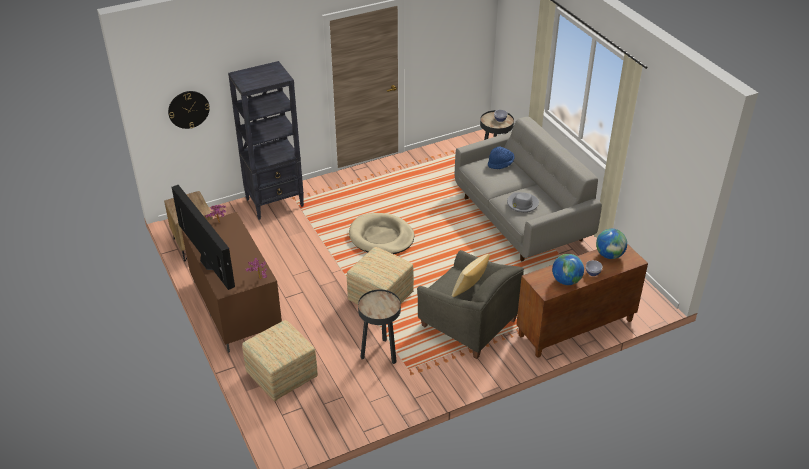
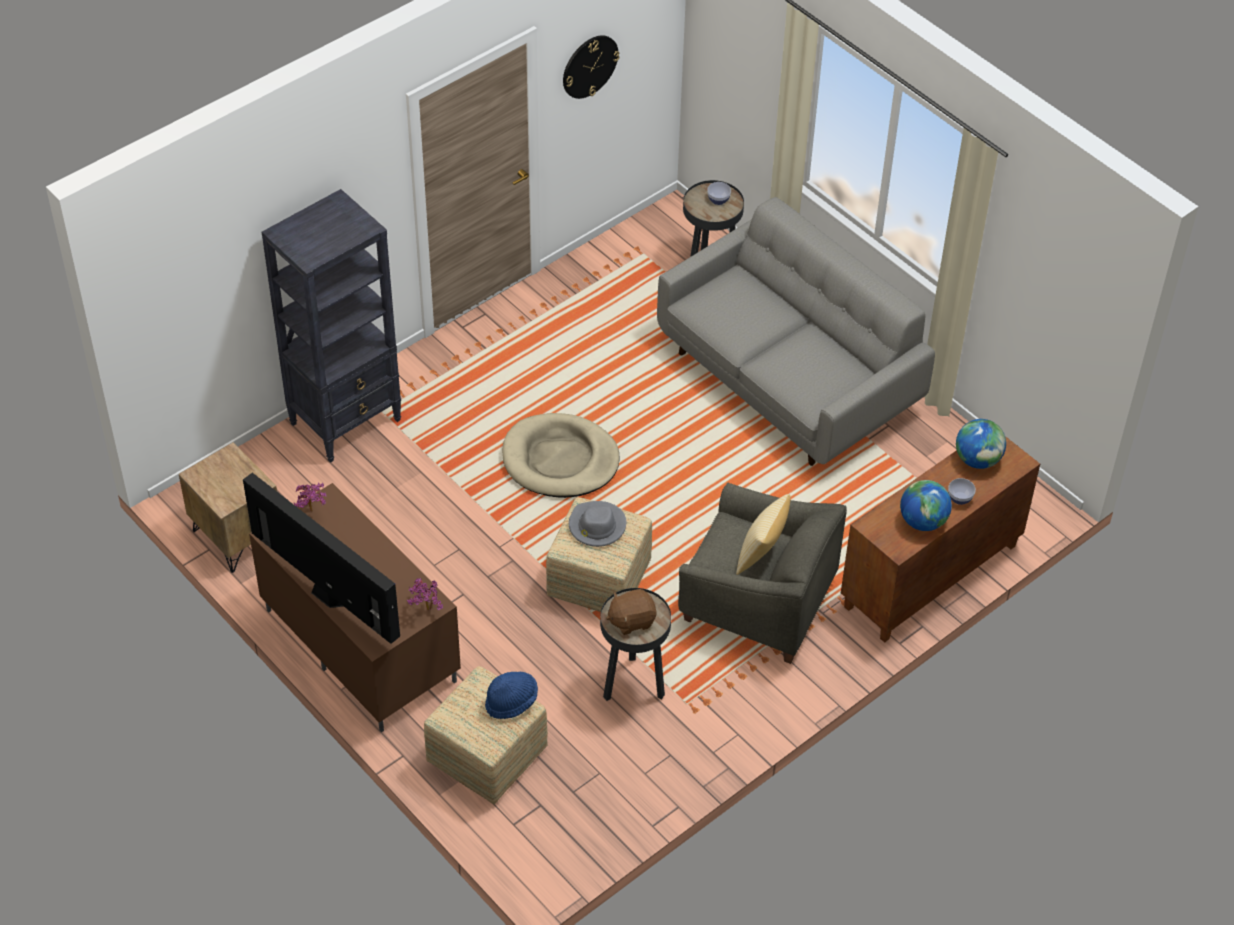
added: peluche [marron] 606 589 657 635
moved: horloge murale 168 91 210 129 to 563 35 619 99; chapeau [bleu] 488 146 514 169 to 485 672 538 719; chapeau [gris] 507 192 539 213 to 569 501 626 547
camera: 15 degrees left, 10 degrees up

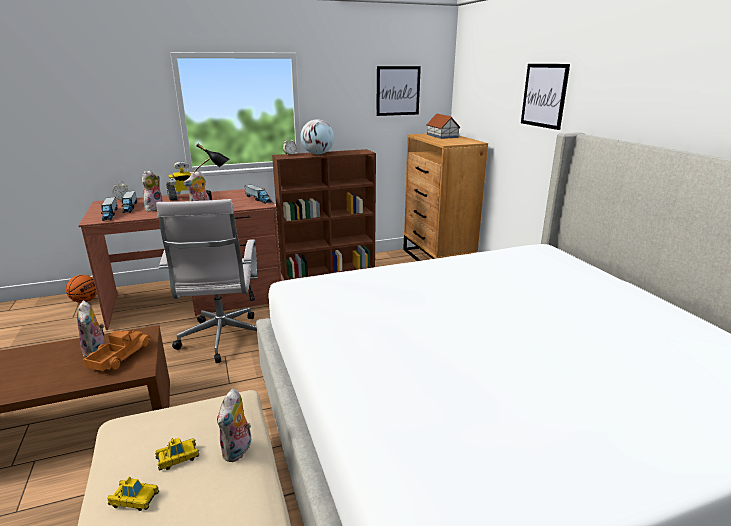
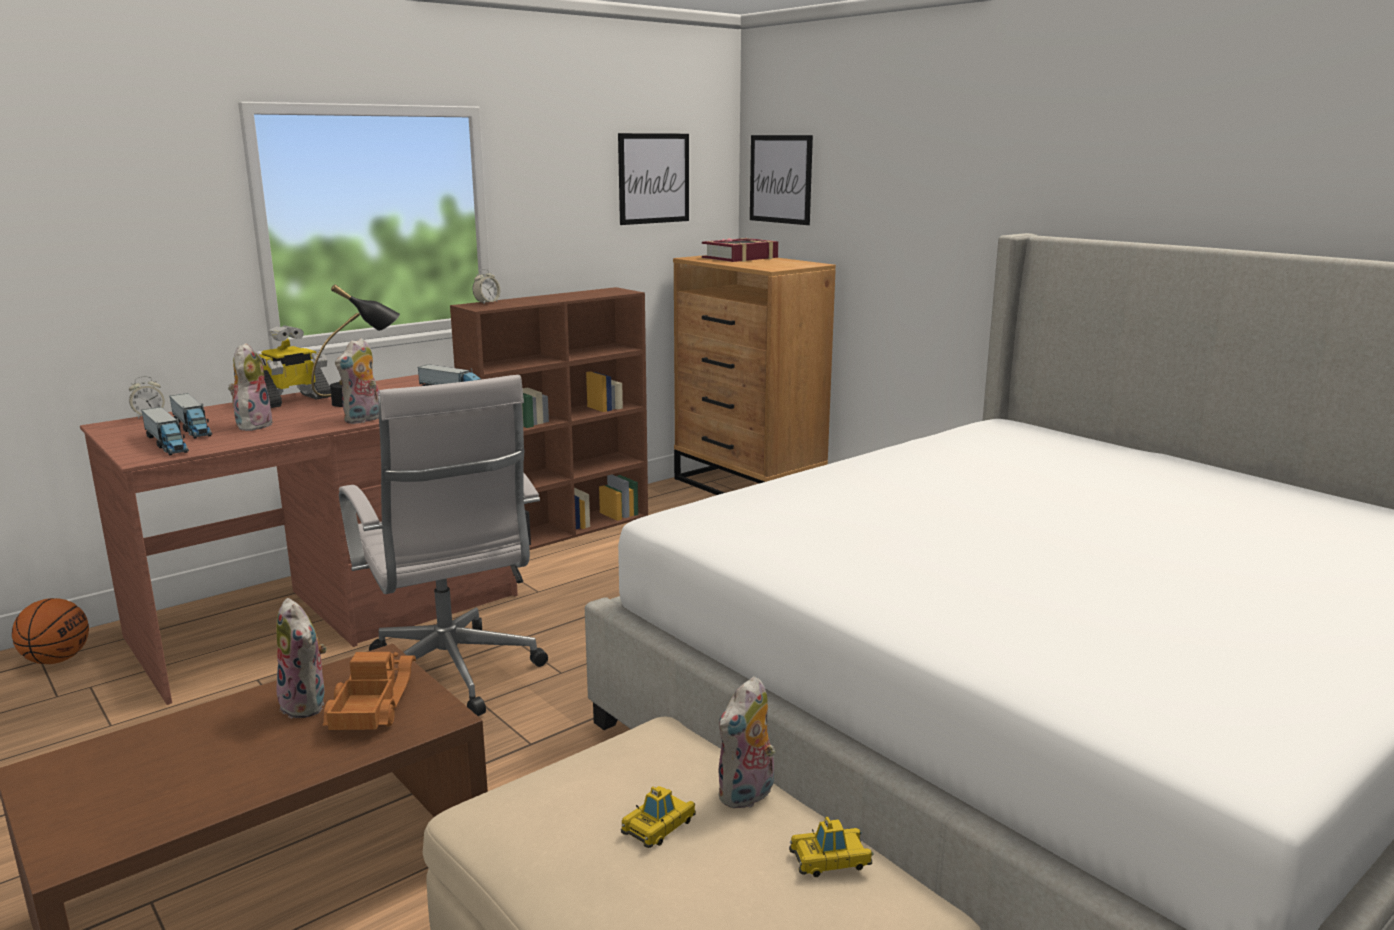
removed: globe 300 119 334 155
moved: petite voiture 107 477 159 511 to 789 817 873 877; tableau 521 64 570 130 to 750 135 813 225
replaced: maison miniature 426 114 460 139 to livre 702 238 779 262
turned: peluche 217 389 251 462 = 719 676 775 808 45 degrees clockwise
camera: 20 degrees left, 5 degrees down

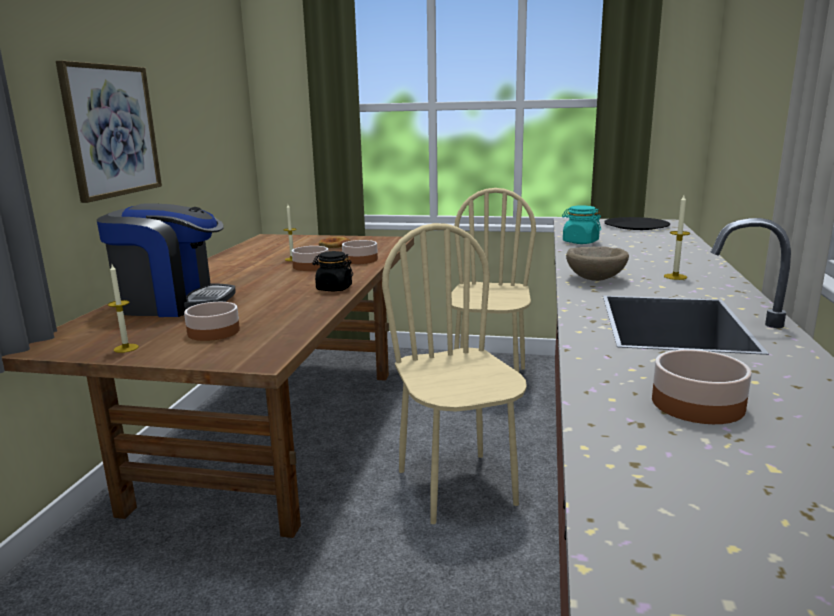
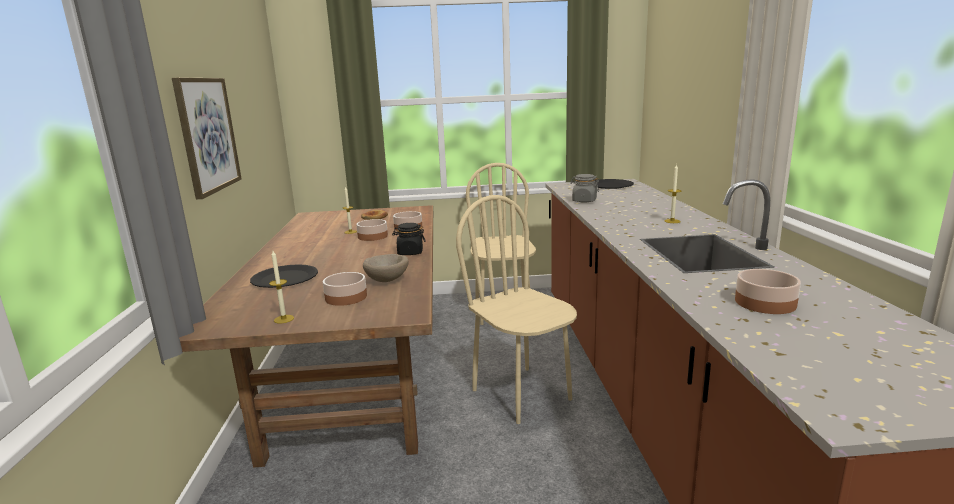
moved: bol [beige] 566 246 629 281 to 363 254 408 282
replaced: machine à café 97 204 236 317 to assiette [noir] 250 264 318 288
recoloured: bocal [turquoise] 562 205 601 244 to bocal [gris] 570 174 599 203
camera: 15 degrees left, 0 degrees up

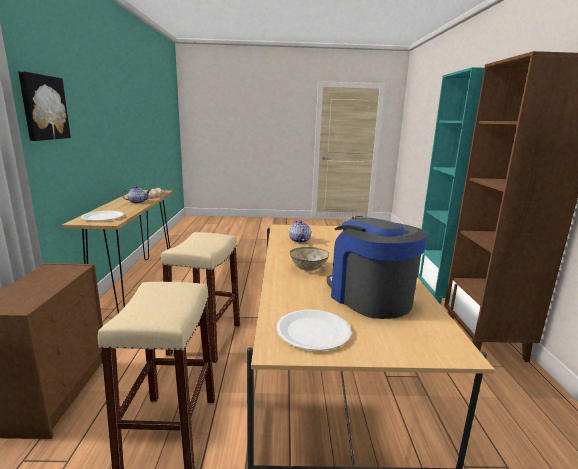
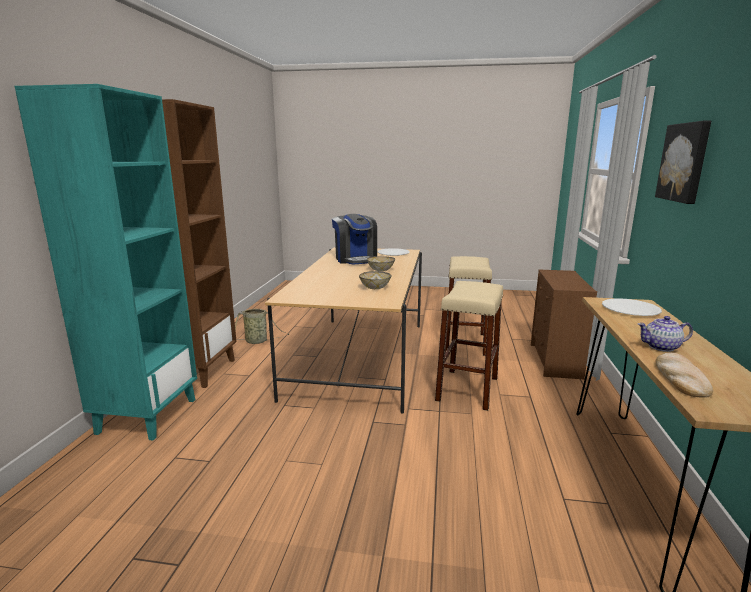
added: panier 235 309 289 344
replaced: théière 289 220 311 243 to bol 359 271 391 289
camera: 170 degrees left, 0 degrees up

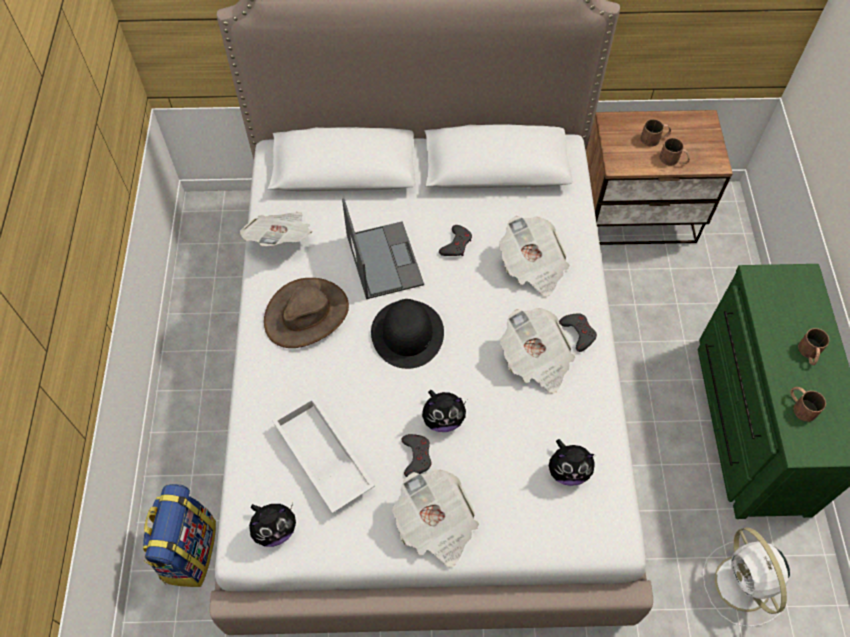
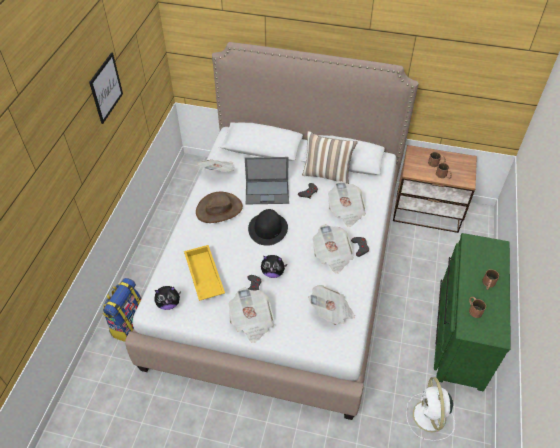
added: tableau 89 52 123 124; coussin 302 131 358 184
replaced: peluche 549 439 595 486 to journal 308 285 355 325
recoloured: plateau [blanc] 272 396 375 513 to plateau [jaune] 184 245 225 301
turned: ordinateur portable 342 198 424 299 = 245 157 289 204 90 degrees clockwise
camera: 15 degrees right, 10 degrees down

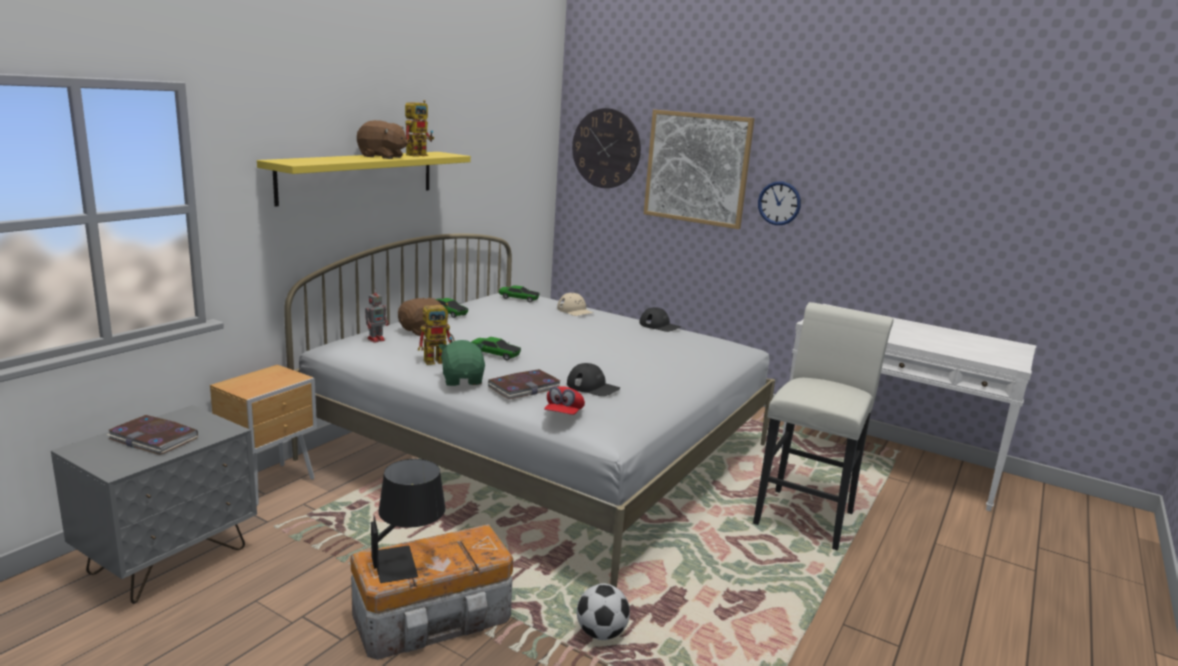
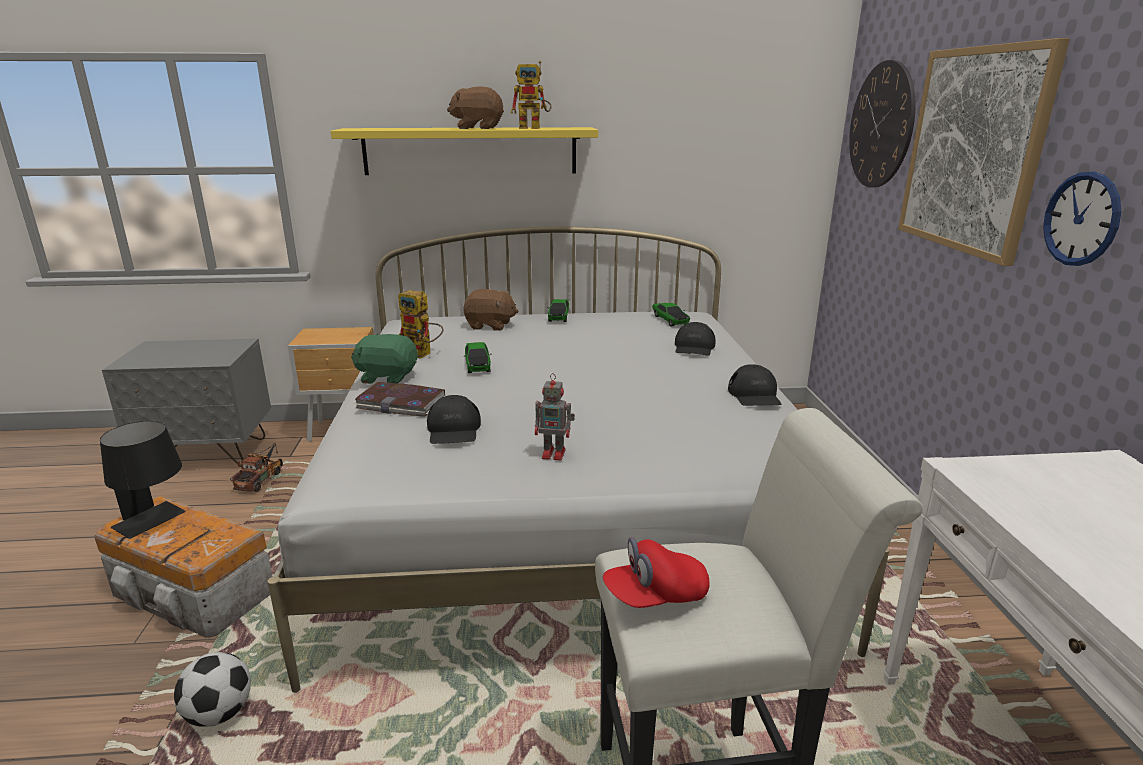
removed: livre 106 415 198 455
added: camion jouet 230 443 283 492
moved: robot jouet 365 289 388 343 to 535 373 575 461; casquette [rouge] 544 386 585 415 to 603 537 710 608
recoloured: casquette [beige] 557 293 593 316 to casquette [noir] 675 322 716 356
turned: peluche [marron] 357 120 408 159 = 447 86 504 129 120 degrees clockwise; peluche [vert] 439 340 485 386 = 351 333 418 384 120 degrees counterclockwise
camera: 55 degrees right, 5 degrees up

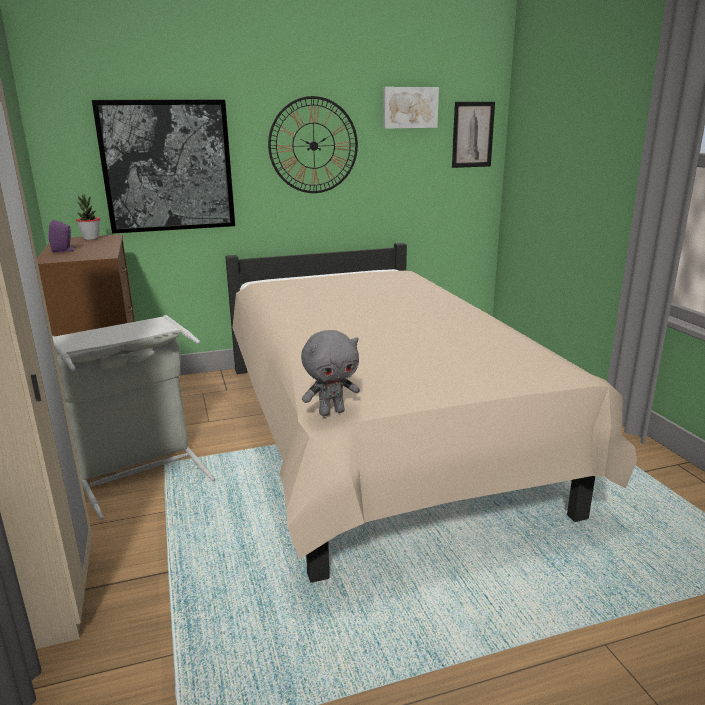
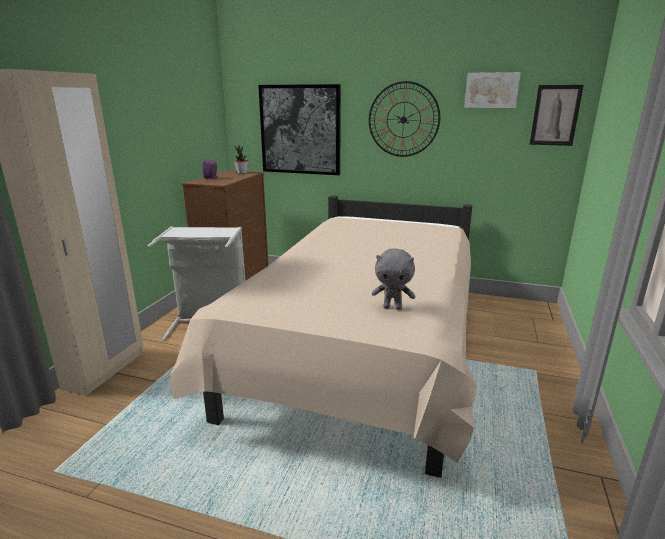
moved: peluche [gris] 301 330 360 416 to 372 248 415 310
camera: 35 degrees right, 0 degrees up

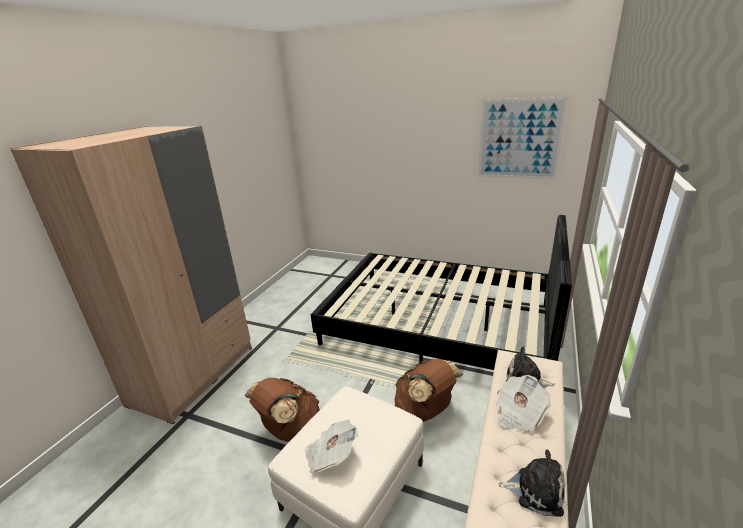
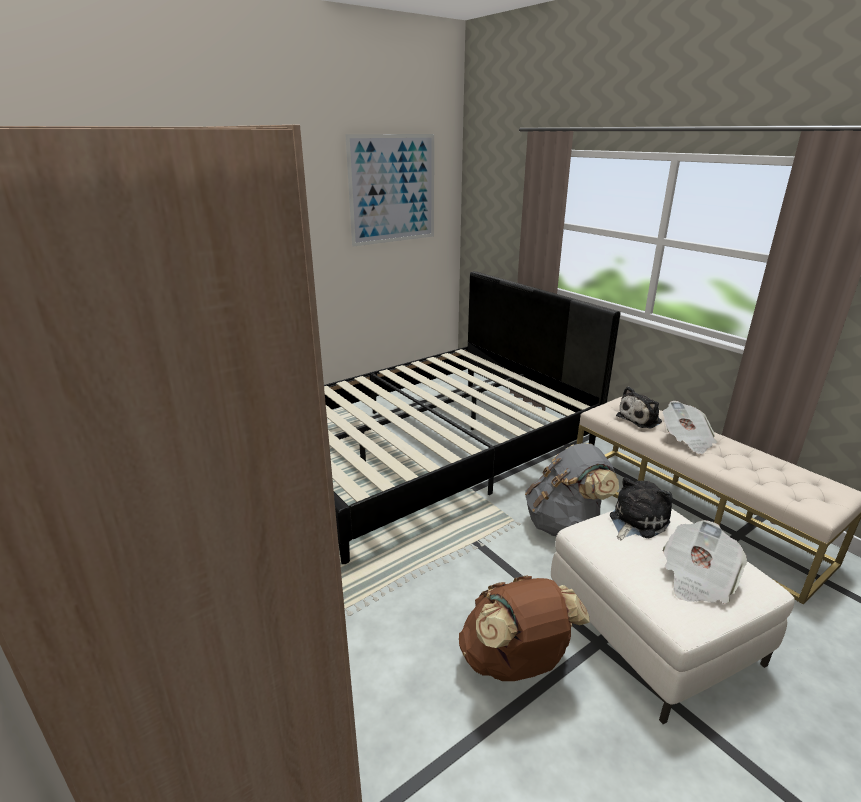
moved: peluche 498 449 565 517 to 610 477 673 541
recoloured: sac à dos [marron] 395 359 463 422 to sac à dos [gris] 525 443 619 536
camera: 60 degrees left, 0 degrees up

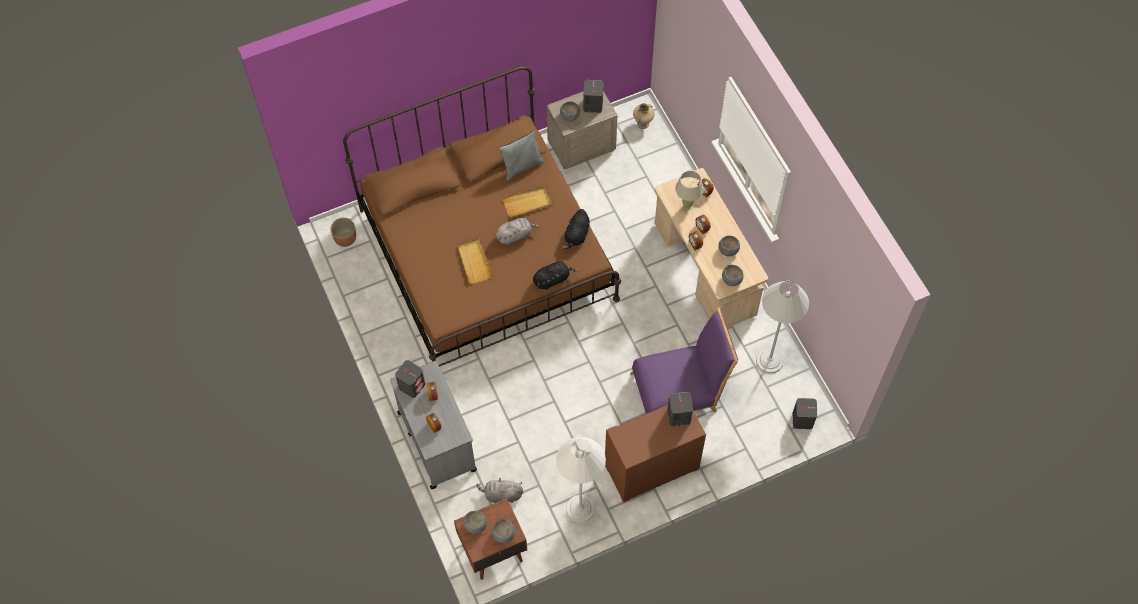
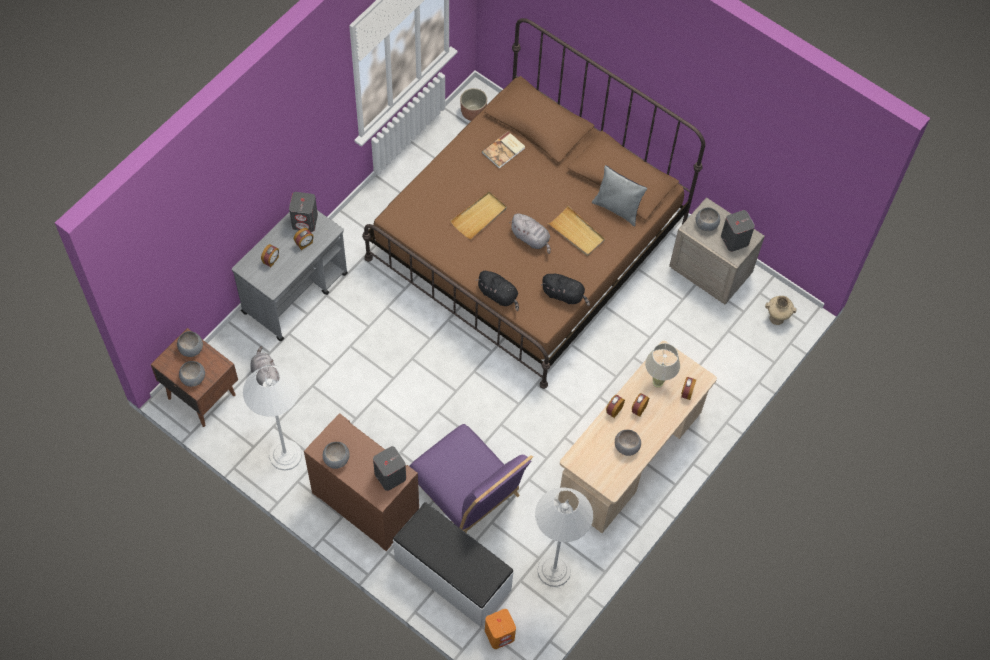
added: banc [blanc] 393 502 514 627; livre 482 131 525 169
moved: bol [gris] 722 265 744 286 to 323 442 350 469
recoloured: enceinte [gris] 792 398 817 429 to enceinte [orange] 485 609 516 649
turned: peluche [noir] 562 209 590 249 = 541 274 590 306 150 degrees counterclockwise
camera: 60 degrees right, 0 degrees up

